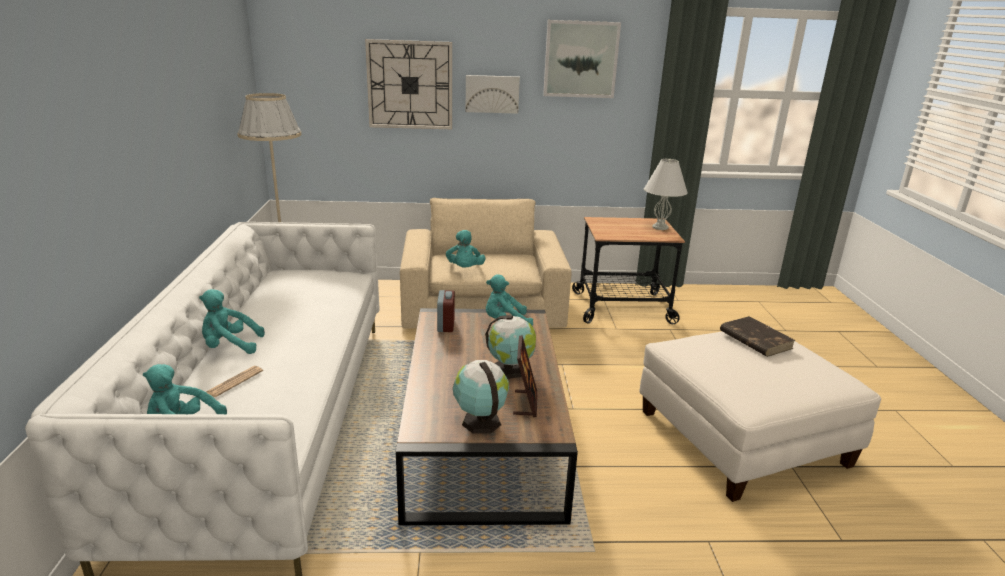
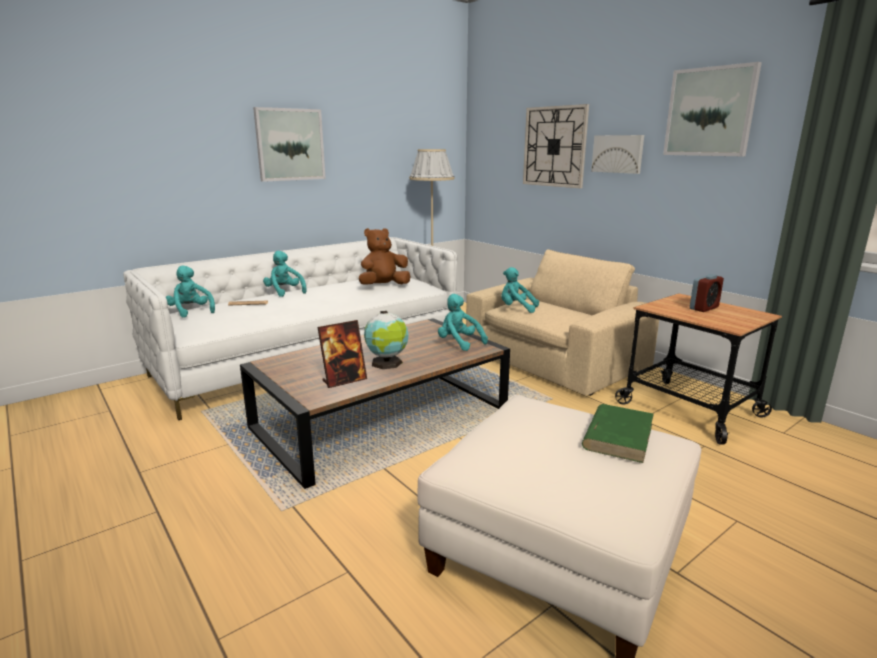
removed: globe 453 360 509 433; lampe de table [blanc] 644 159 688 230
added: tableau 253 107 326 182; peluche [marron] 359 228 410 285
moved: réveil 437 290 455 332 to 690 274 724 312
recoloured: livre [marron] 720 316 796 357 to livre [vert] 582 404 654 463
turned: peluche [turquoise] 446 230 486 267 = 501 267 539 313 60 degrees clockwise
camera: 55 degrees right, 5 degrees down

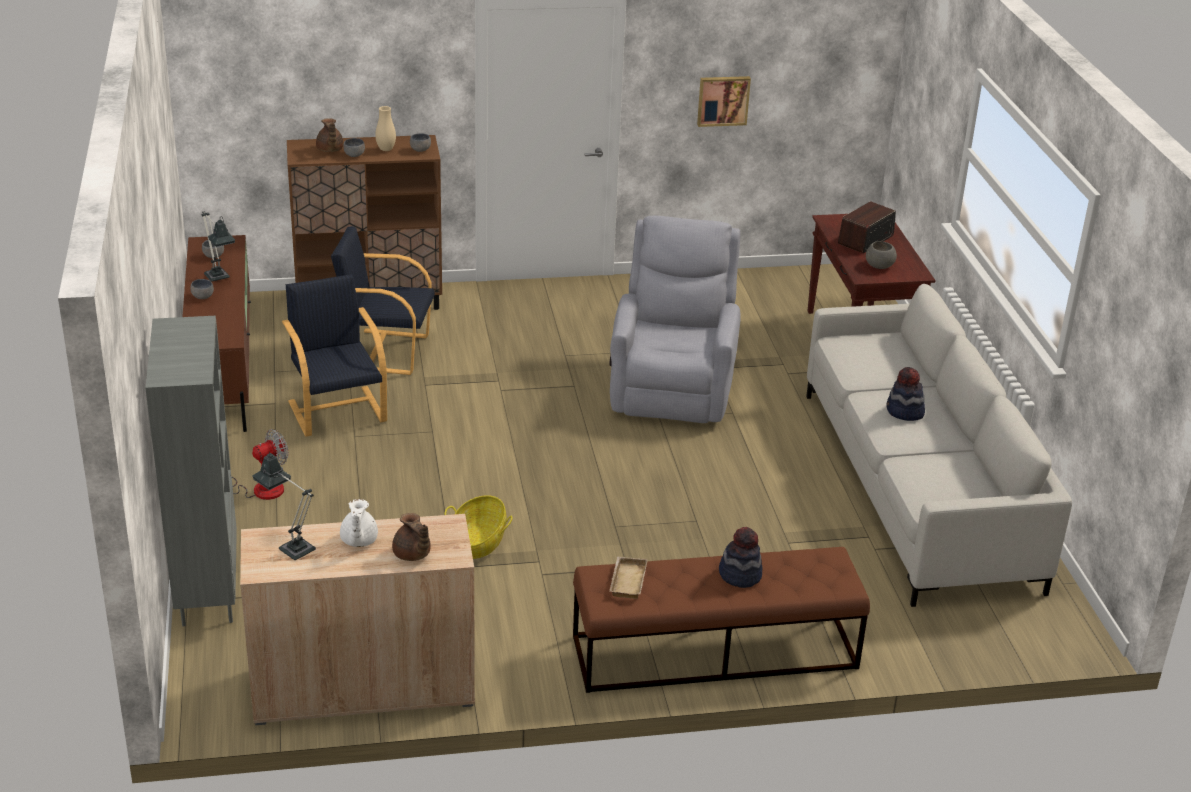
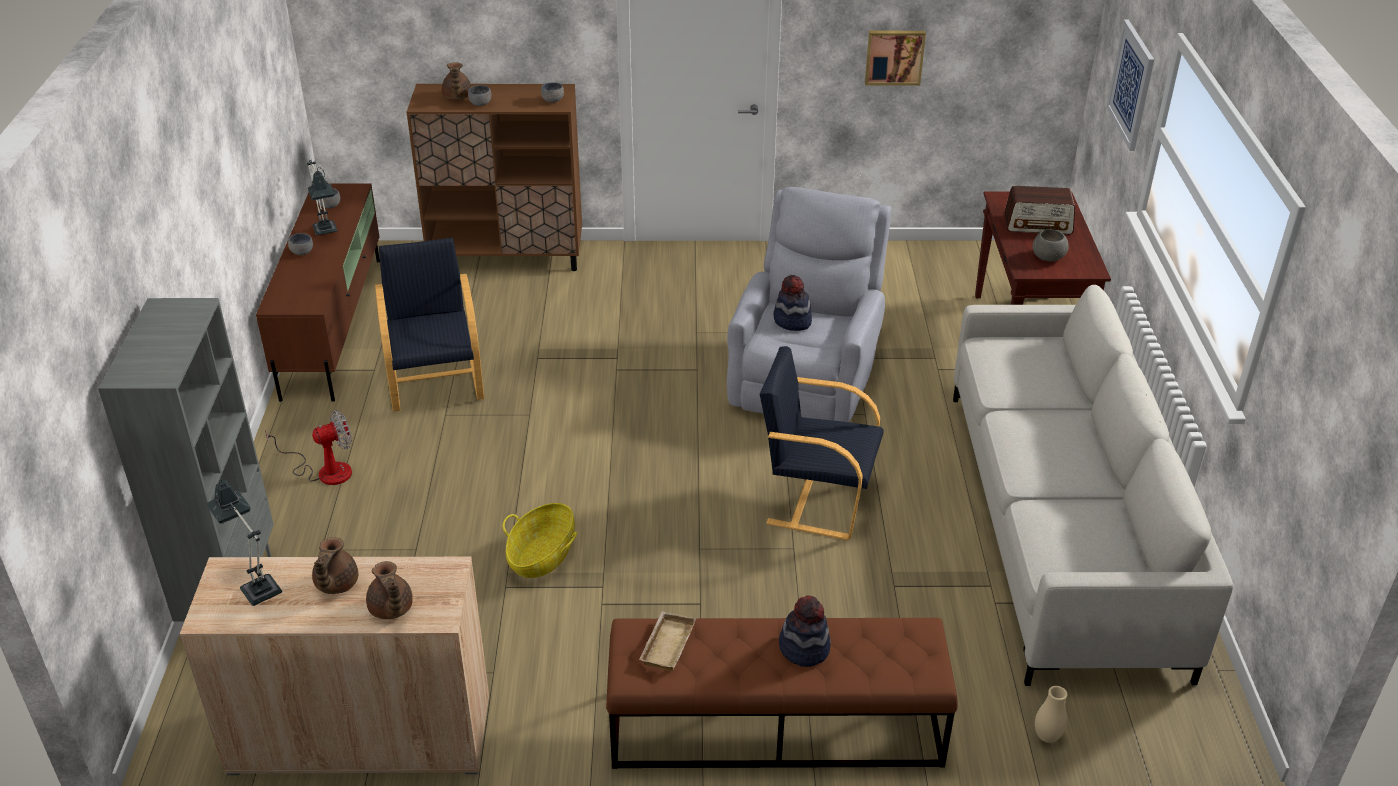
added: tableau 1106 19 1154 151
moved: fauteuil [noir] 331 226 435 375 to 760 346 884 540; vase [beige] 375 106 396 151 to 1035 686 1067 743; chapeau 886 367 925 421 to 774 275 812 331
recoloured: théière [blanc] 340 499 378 547 to théière [marron] 312 537 358 594
turned: radio 838 201 896 253 = 1004 186 1075 234 135 degrees counterclockwise
camera: 10 degrees right, 5 degrees up

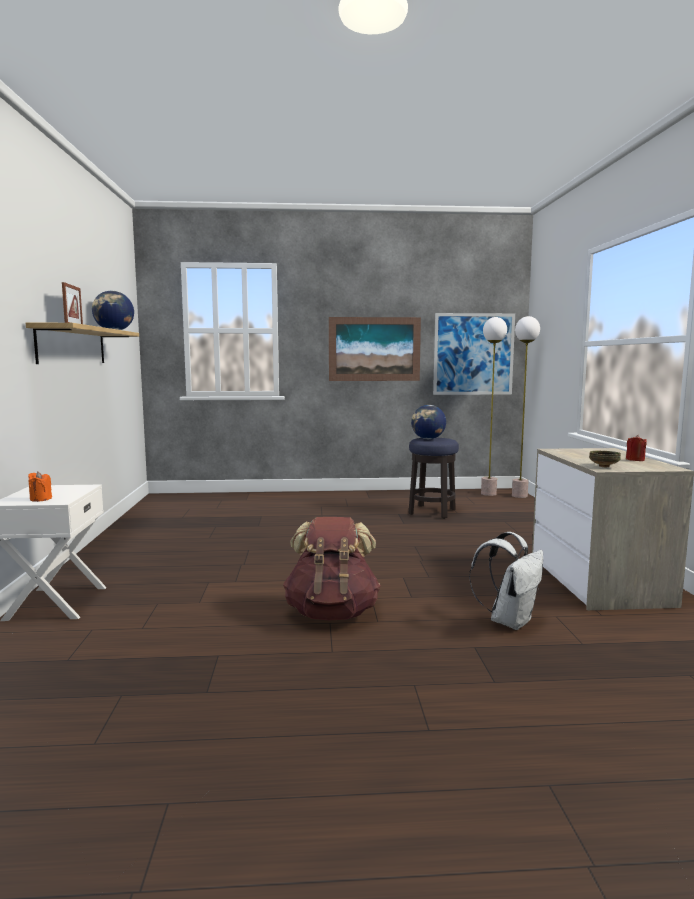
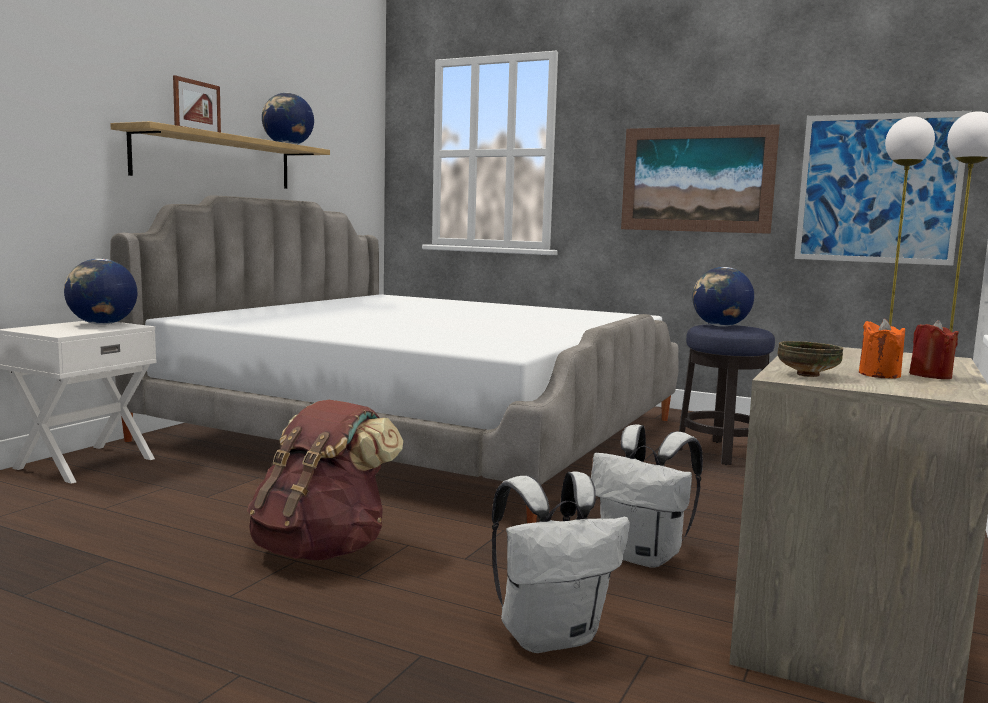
added: globe 64 259 137 325; lit 110 196 679 523; sac à dos [blanc] 591 424 703 568
moved: bougie [orange] 28 471 52 502 to 859 319 905 378
camera: 30 degrees right, 0 degrees up

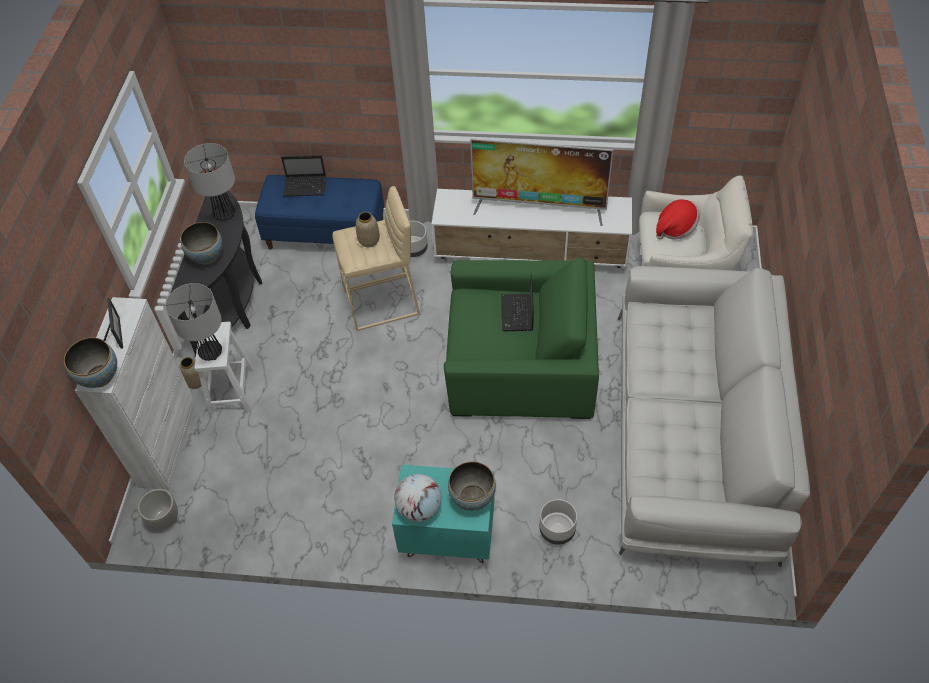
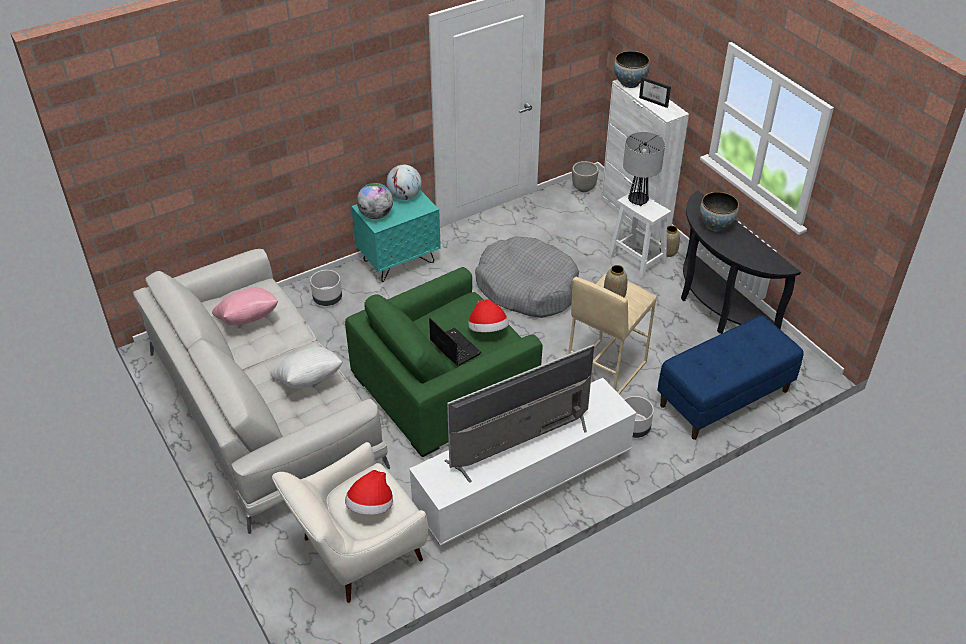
removed: lampe de table 184 143 235 220; ordinateur portable 281 155 326 196
added: coussin [rose] 212 287 278 325; coussin [blanc] 270 347 342 389; chapeau 468 299 509 332; panier pour chien [gris] 475 236 579 318
replaced: bol 448 461 496 511 to globe 357 183 393 219
camera: 140 degrees right, 10 degrees down

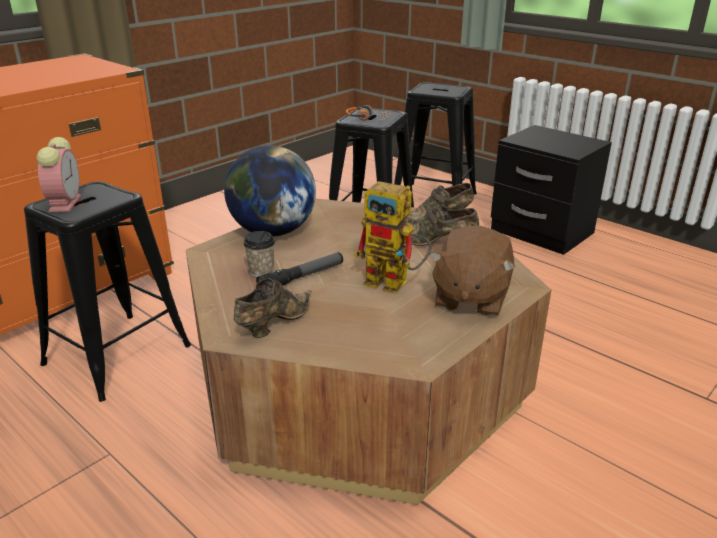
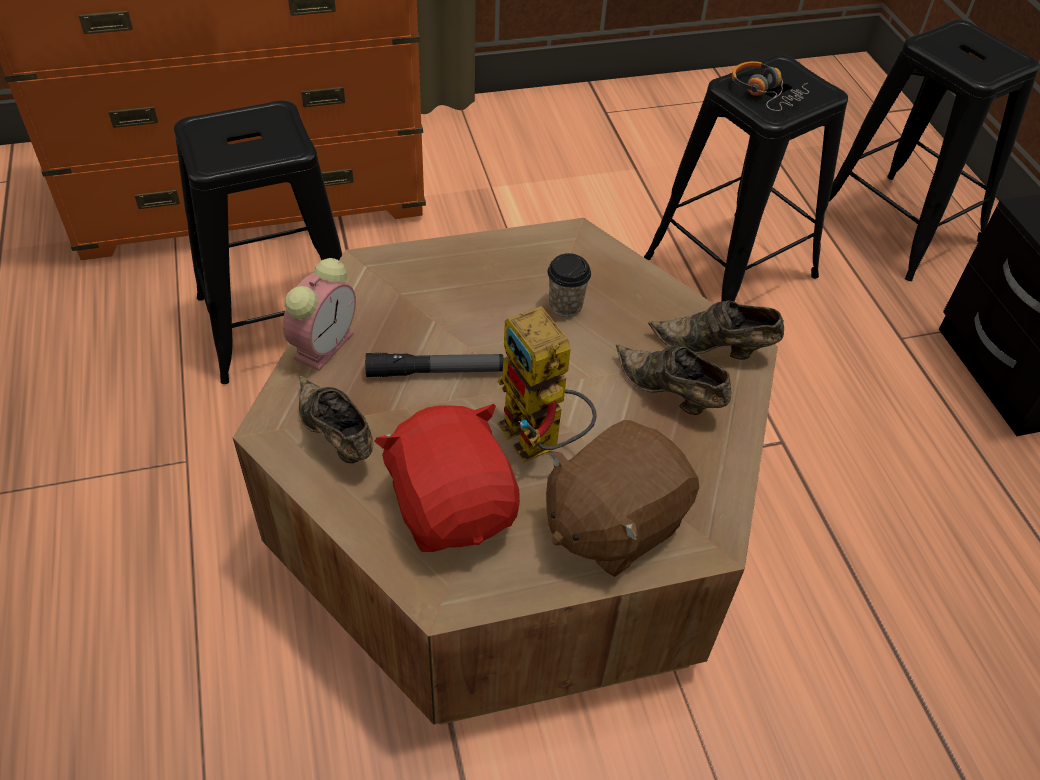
removed: globe 224 145 316 237
added: peluche [rouge] 374 404 520 552
moved: réveil 37 137 81 212 to 283 258 356 371; tasse 243 231 275 277 to 547 253 591 317
turned: chaussure [marron] 234 278 312 338 = 299 376 373 463 105 degrees counterclockwise
camera: 30 degrees right, 20 degrees up

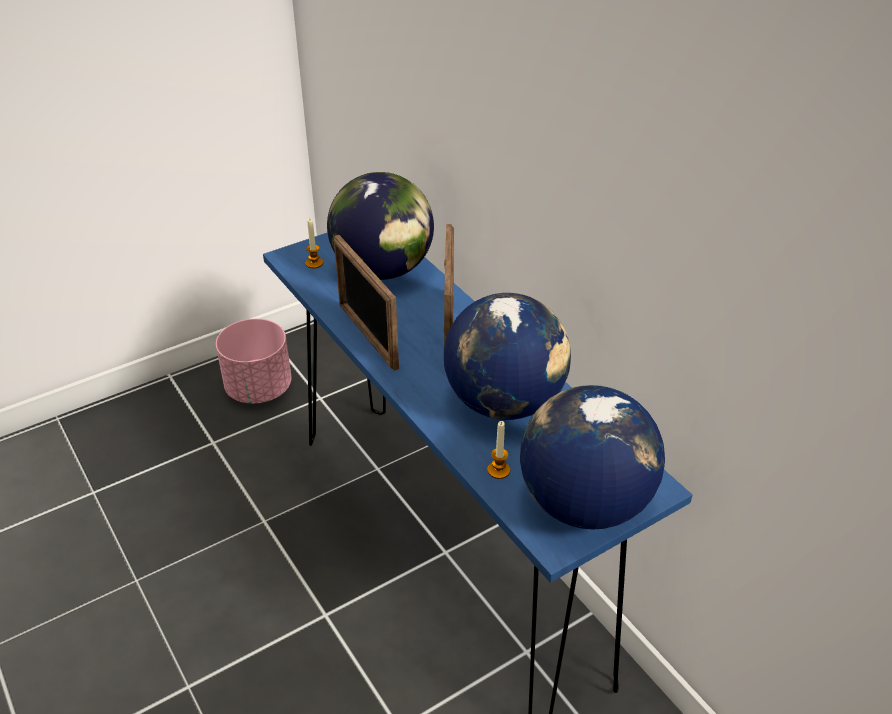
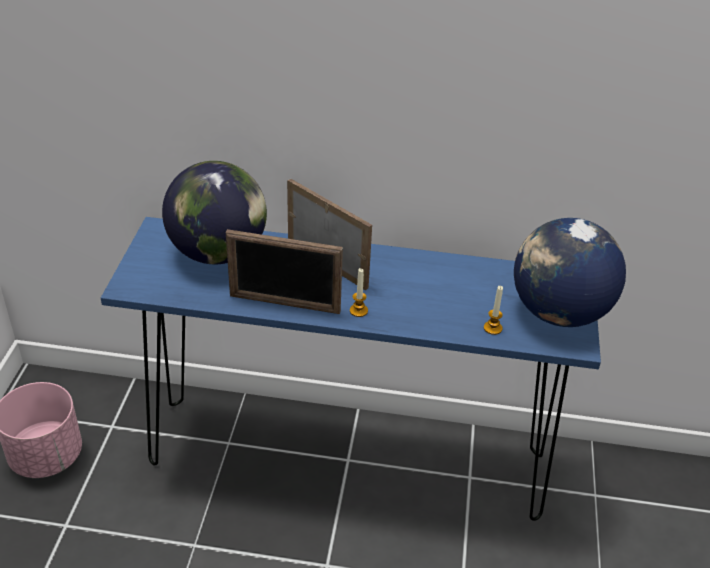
removed: globe 444 293 571 420
moved: bougie 306 218 323 268 to 350 268 368 317
camera: 50 degrees left, 0 degrees up

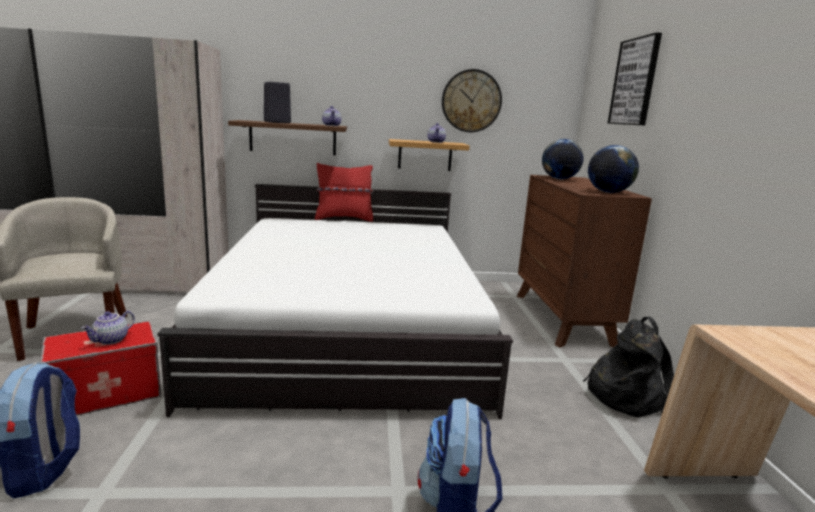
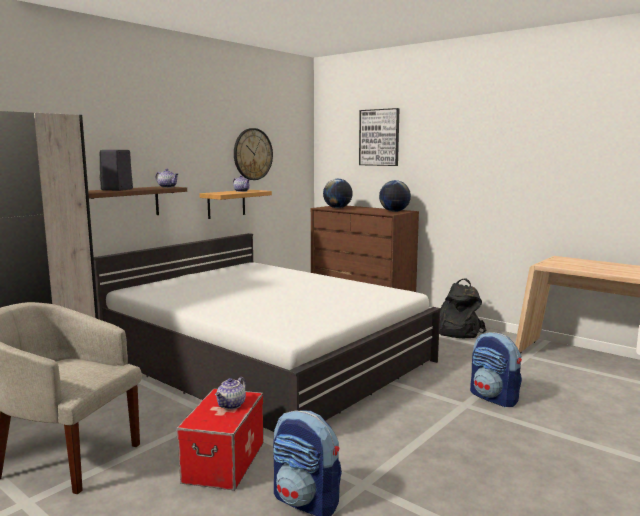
removed: coussin [rouge] 315 163 374 222
turned: théière 81 311 135 345 = 215 377 246 410 45 degrees clockwise
camera: 45 degrees left, 5 degrees down

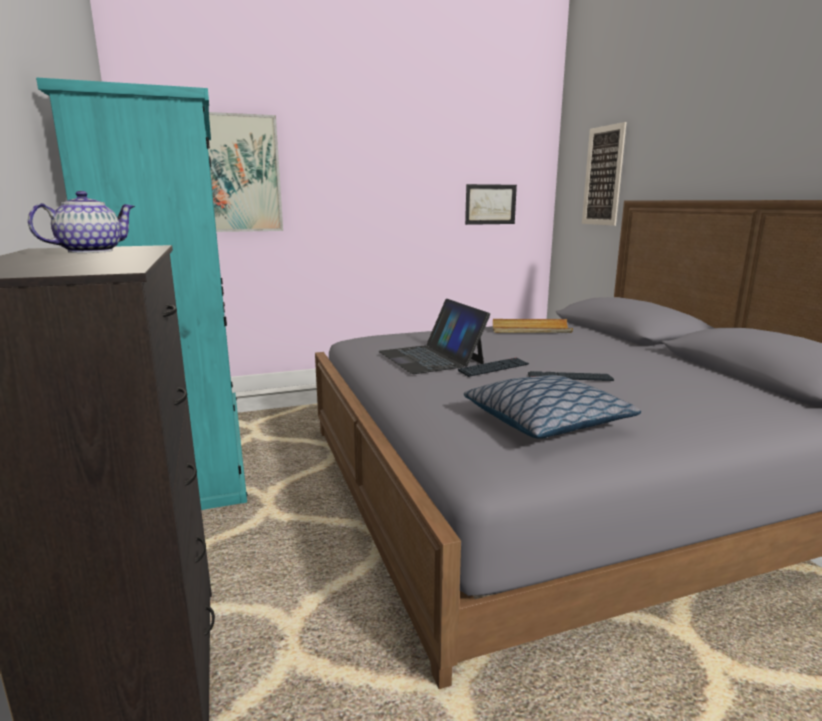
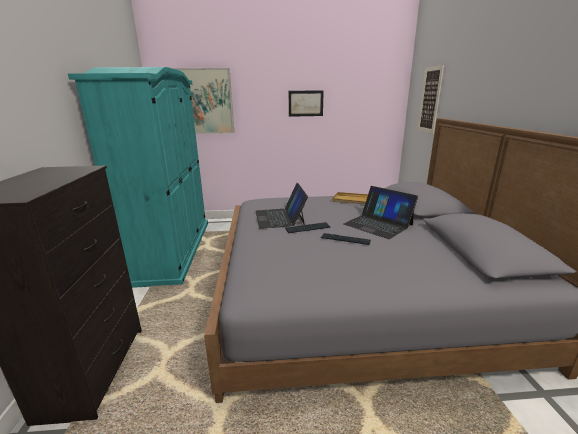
removed: théière 28 191 135 253; coussin 464 375 641 439
added: ordinateur portable 344 186 418 239
moved: tableau 465 184 517 225 to 289 90 324 117
camera: 15 degrees right, 5 degrees up

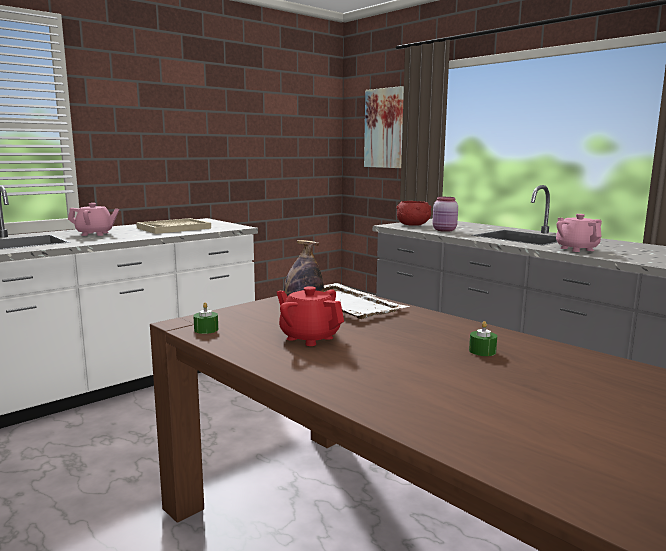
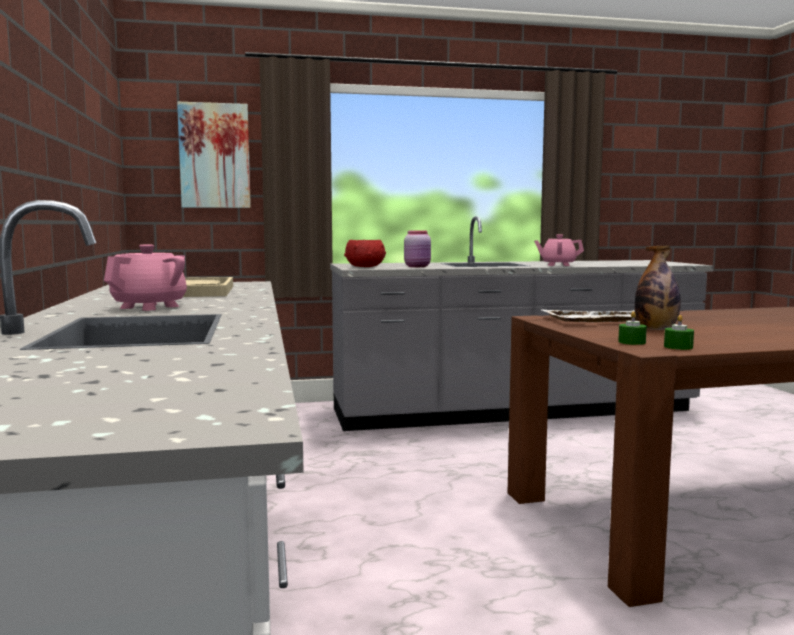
removed: théière [rouge] 277 286 344 346
moved: bougie [vert] 469 321 497 356 to 618 311 647 345
camera: 60 degrees left, 5 degrees down

